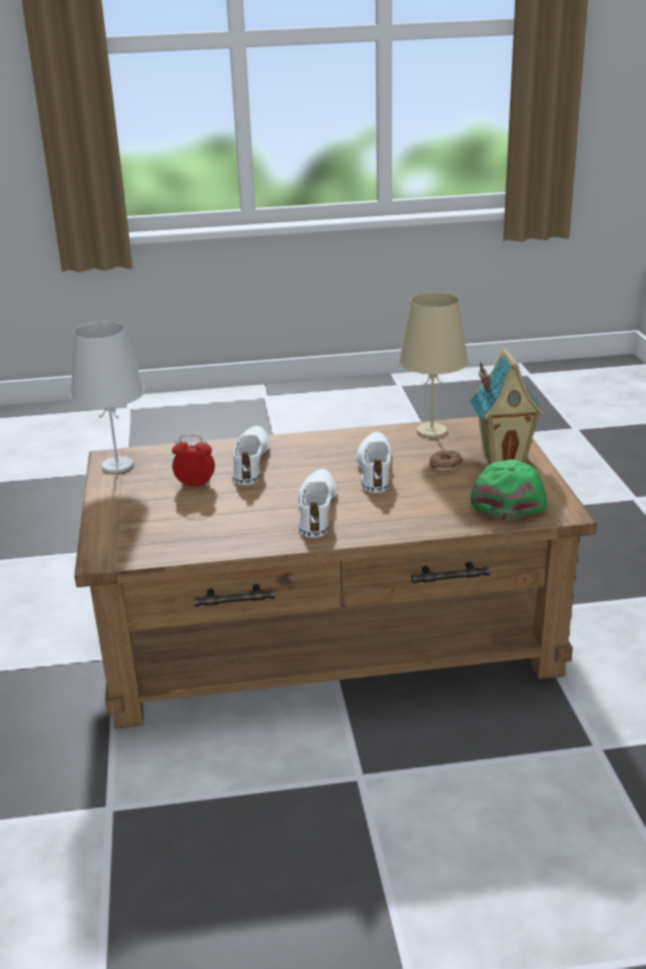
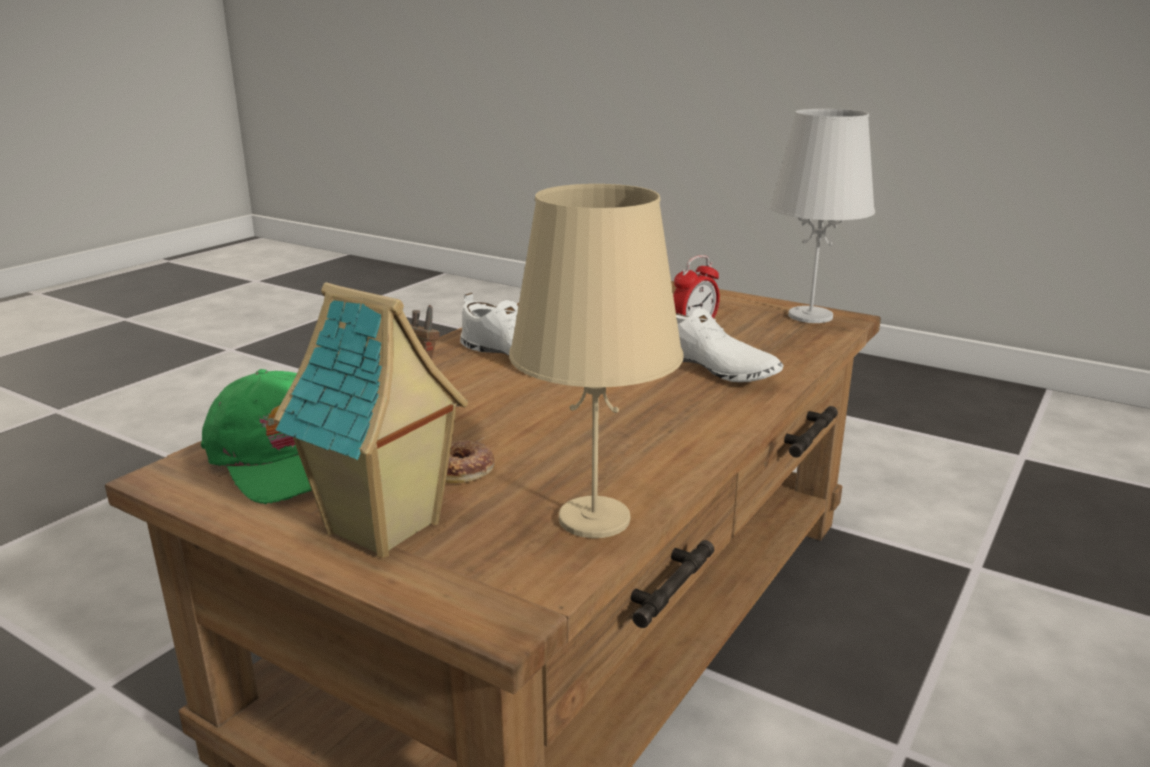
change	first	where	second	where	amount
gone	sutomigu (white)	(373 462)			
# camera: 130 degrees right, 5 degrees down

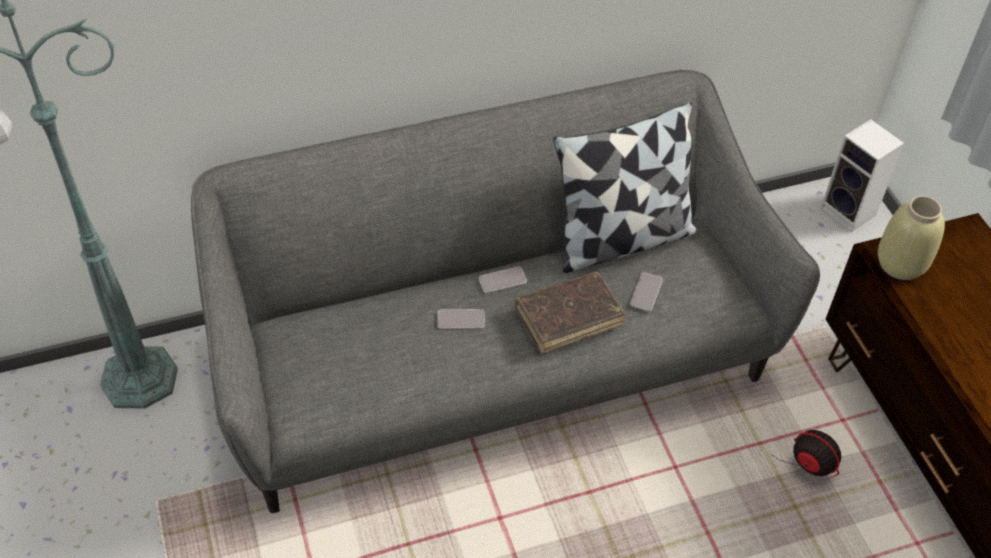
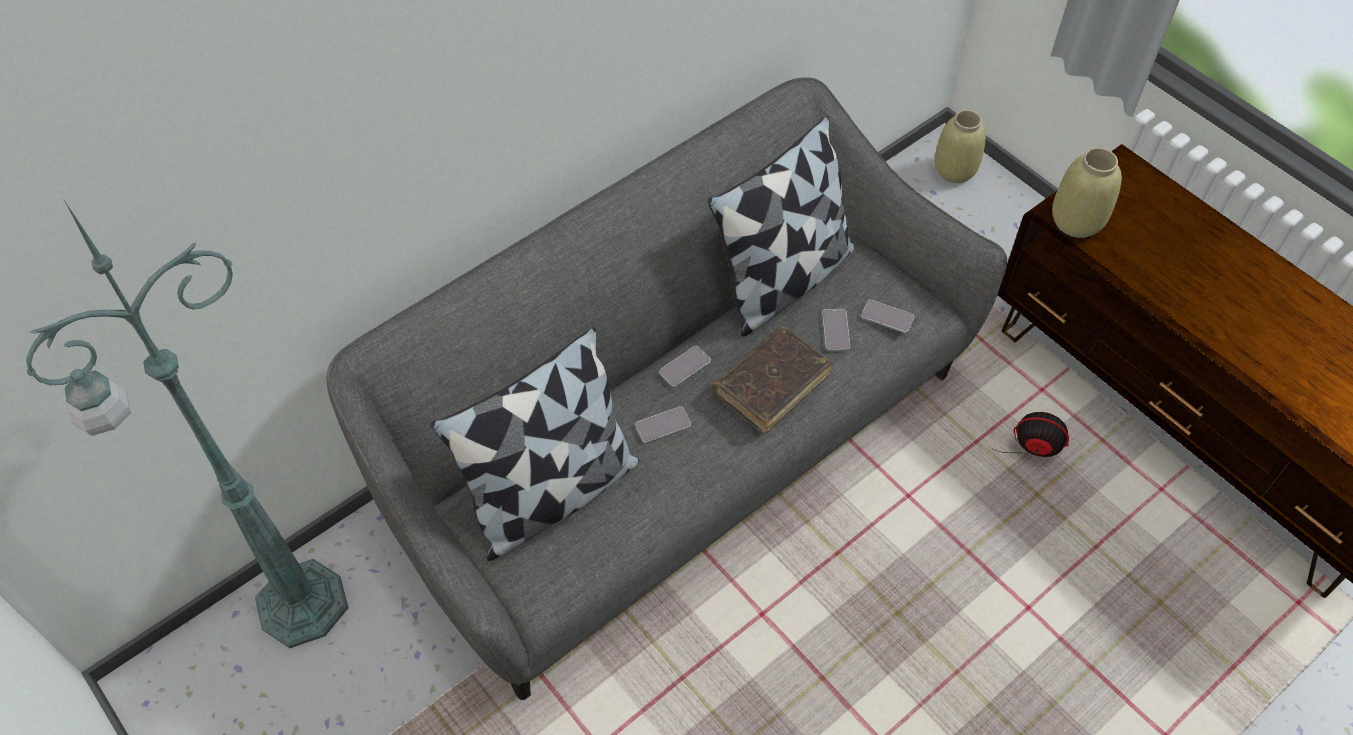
change	first	where	second	where	amount
swapped	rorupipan	(862 176)	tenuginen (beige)	(960 146)	
new			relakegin	(535 444)	
new			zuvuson	(887 316)	
# camera: 20 degrees left, 5 degrees up

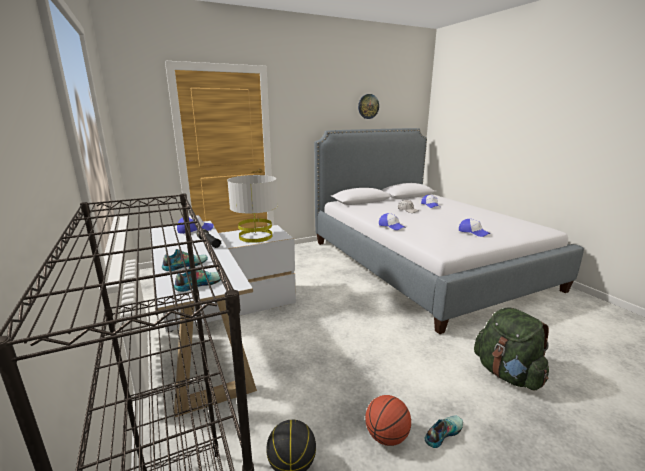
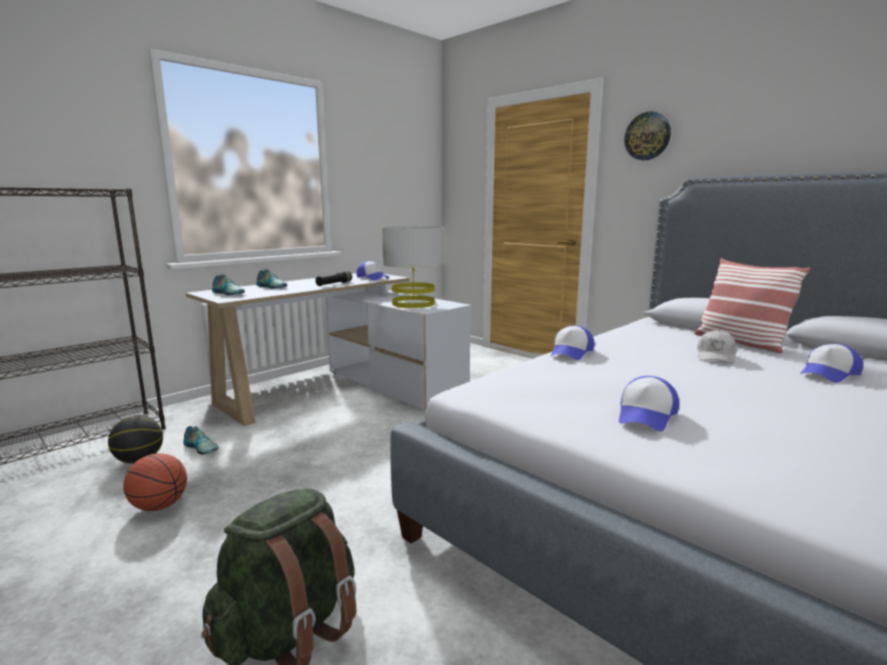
change	first	where	second	where	amount
shifted	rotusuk	(368 106)		(647 136)	
shifted	sutomigu	(443 432)		(201 440)	
new			relakegin	(752 305)	
# camera: 70 degrees right, 5 degrees down

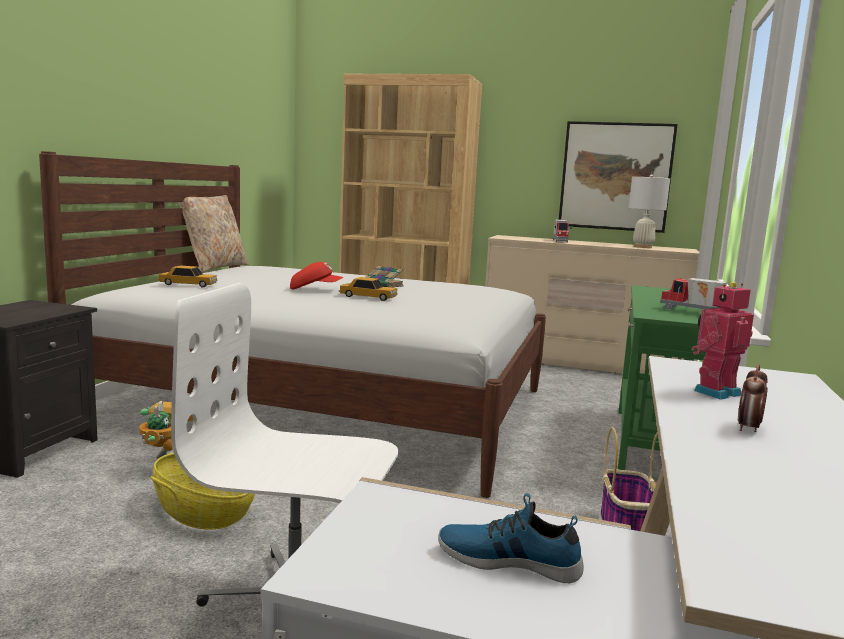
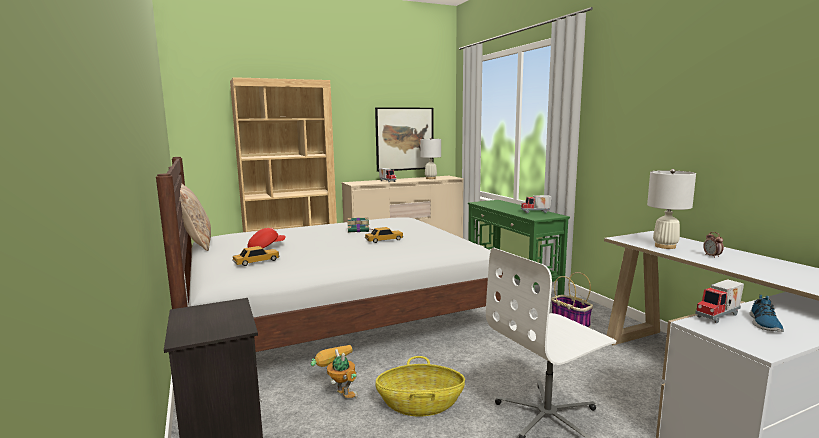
change	first	where	second	where	amount
shifted	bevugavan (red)	(316 275)		(266 237)	
rotated	sutomigu	(511 538)		(766 313)	45 degrees counterclockwise
swapped	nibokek	(723 341)	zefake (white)	(671 209)	
new			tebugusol	(719 301)	
# camera: 40 degrees left, 0 degrees up

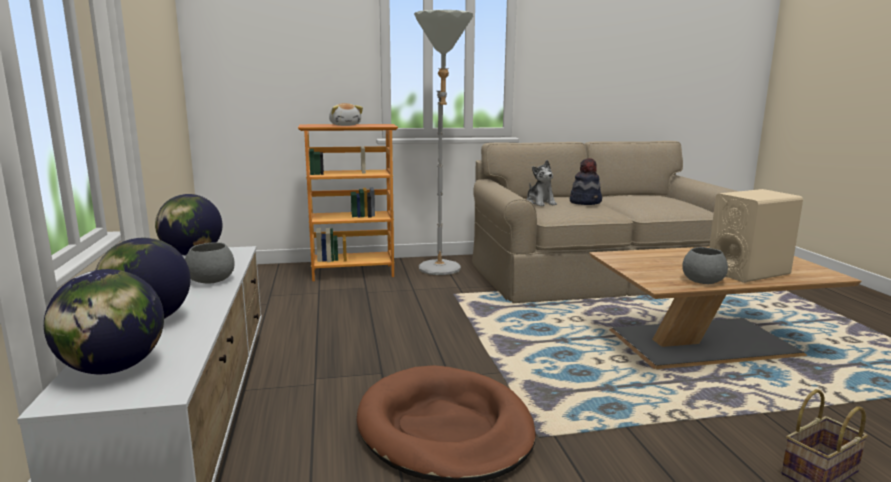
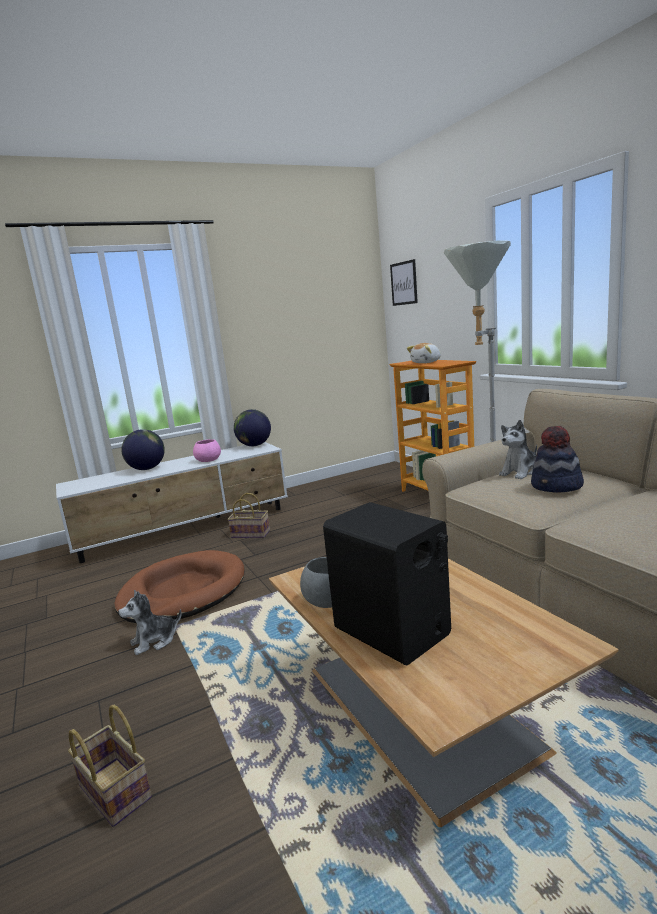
change	first	where	second	where	amount
gone	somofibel	(104 321)			
repainted	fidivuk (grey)	(210 263)	fidivuk (pink)	(207 450)	
repainted	rorupipan (beige)	(756 236)	rorupipan (black)	(387 583)	
new			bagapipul	(150 622)	
new			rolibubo	(249 515)	
new			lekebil	(404 282)	
# camera: 75 degrees right, 0 degrees up

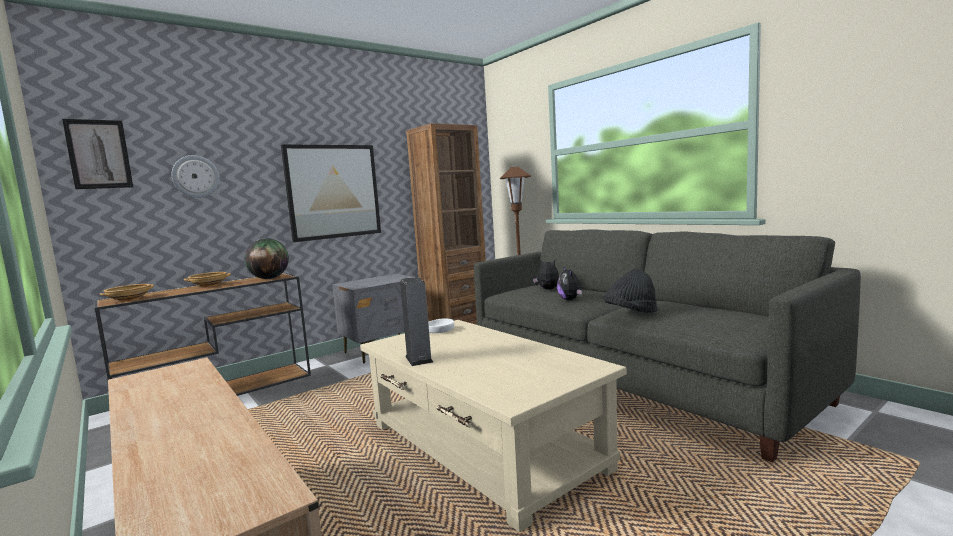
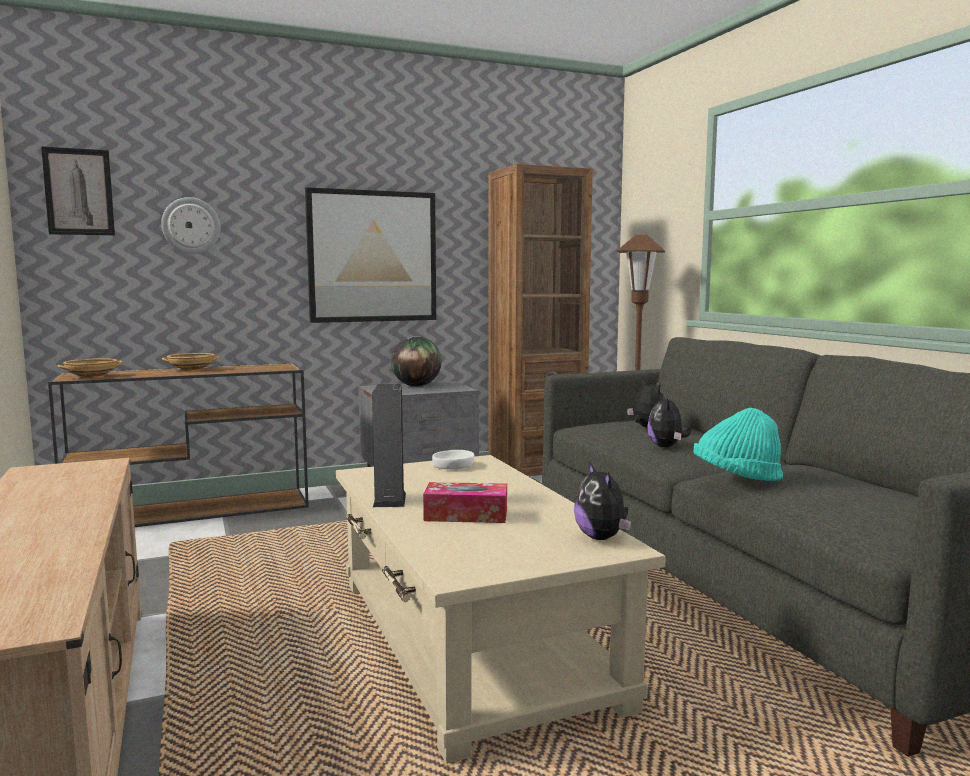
change	first	where	second	where	amount
shifted	somofibel	(266 258)		(416 361)	
repainted	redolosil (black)	(631 291)	redolosil (turquoise)	(738 444)	
new			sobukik	(465 502)	
new			bagapipul	(602 501)	
# camera: 15 degrees right, 0 degrees up

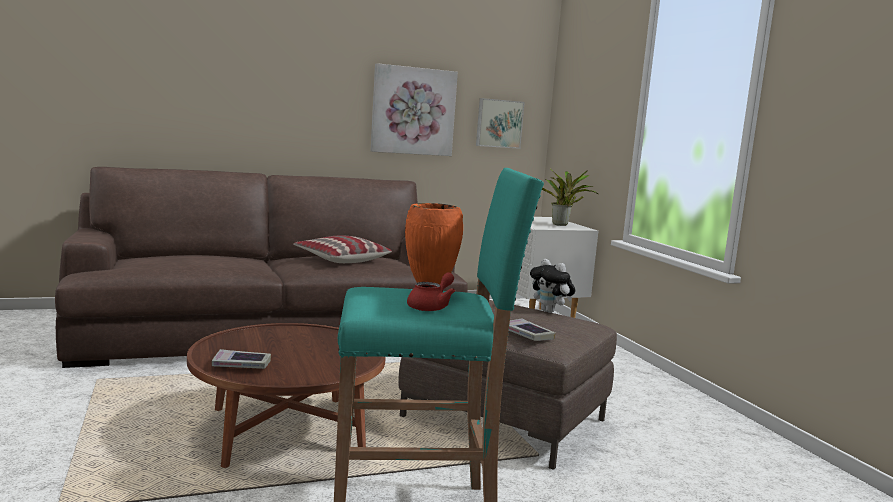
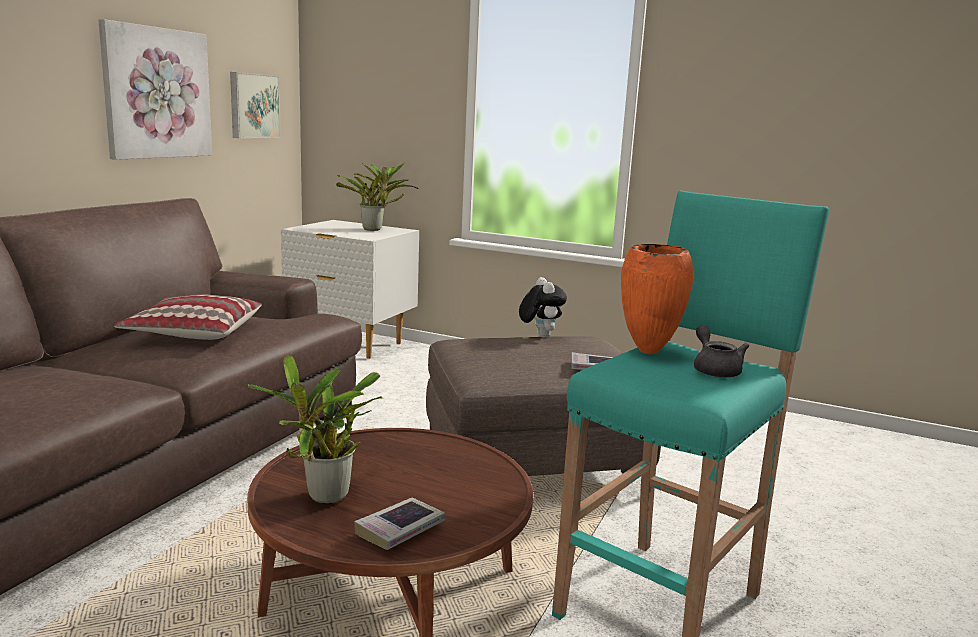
change	first	where	second	where	amount
repainted	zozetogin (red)	(431 291)	zozetogin (grey)	(721 351)	
rotated	bagapipul	(552 286)		(543 307)	105 degrees counterclockwise
new			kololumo	(316 429)	
# camera: 45 degrees left, 5 degrees up

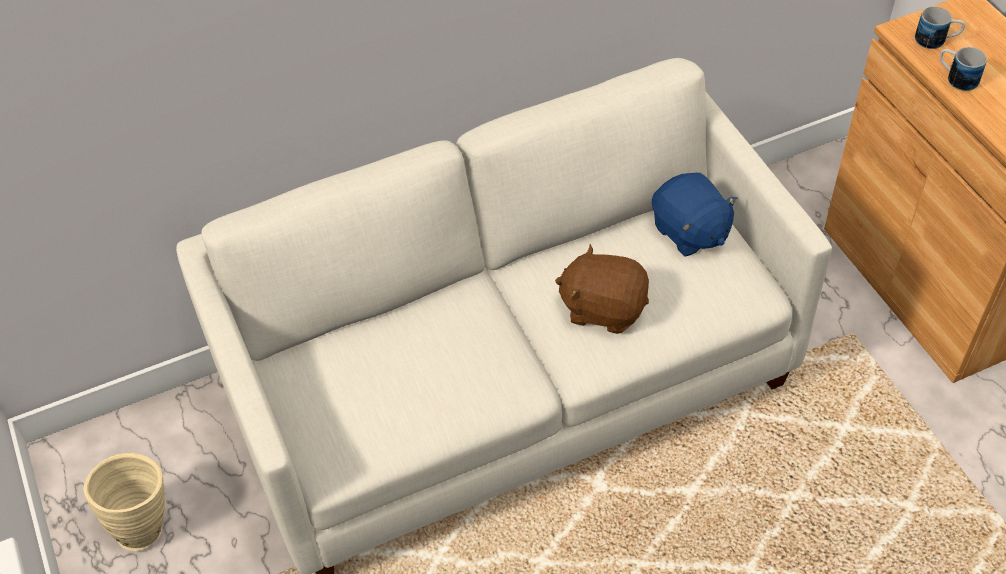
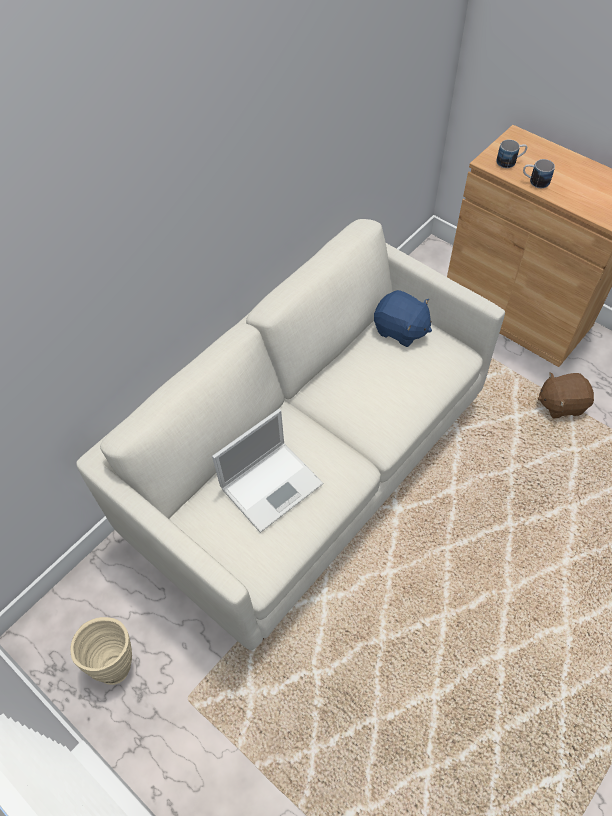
change	first	where	second	where	amount
shifted	bagapipul (brown)	(602 289)		(566 395)	
new			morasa	(267 471)	
# camera: 25 degrees left, 5 degrees up

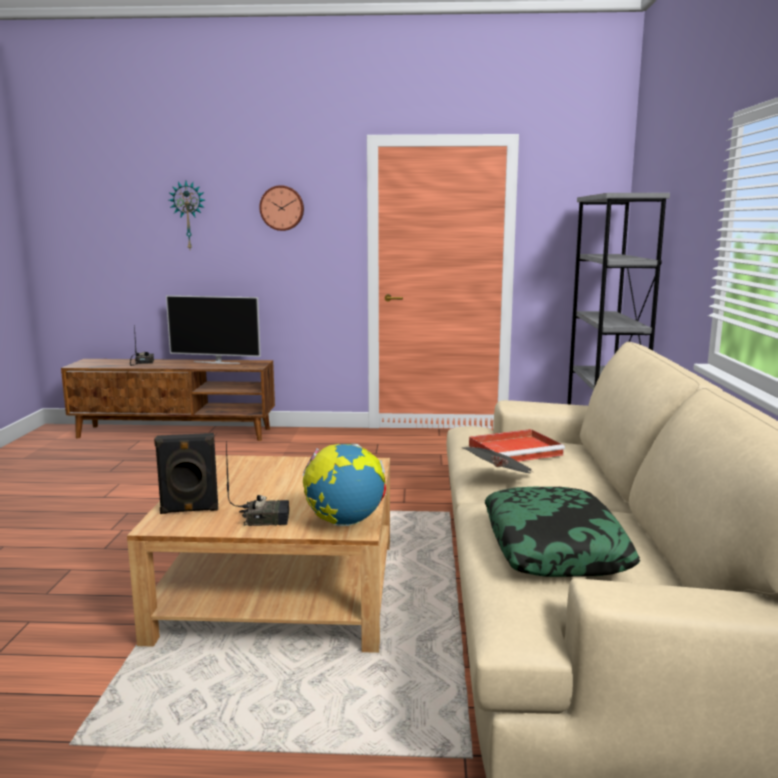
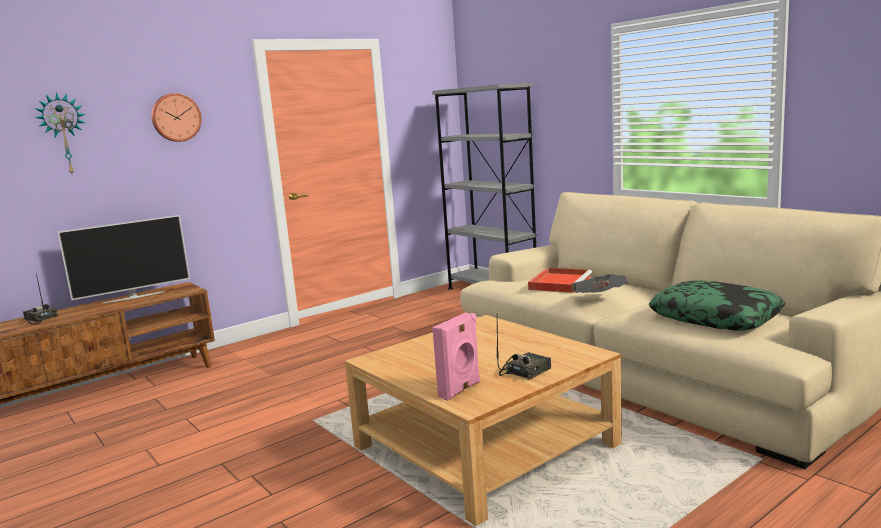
change	first	where	second	where	amount
repainted	rorupipan (black)	(186 473)	rorupipan (pink)	(456 357)	
gone	somofibel	(344 485)			
# camera: 40 degrees left, 0 degrees up

